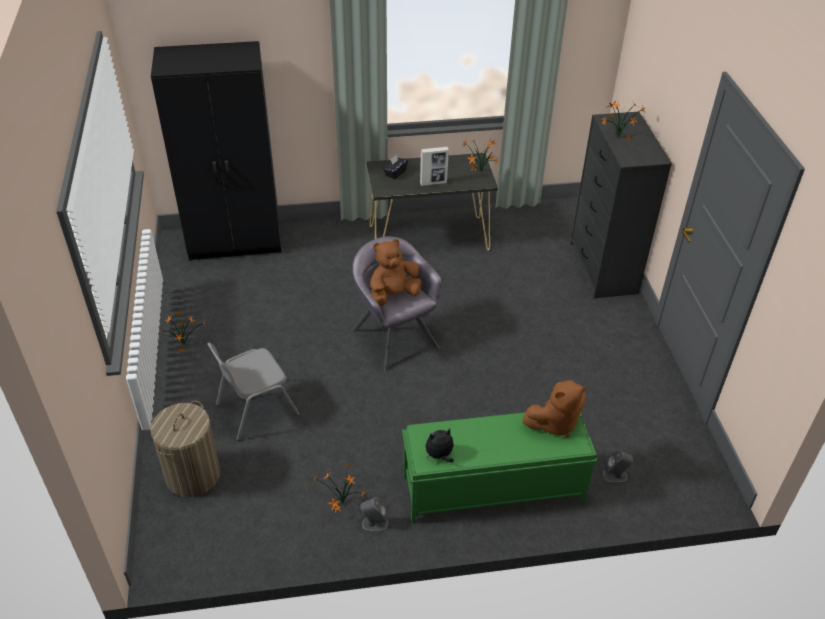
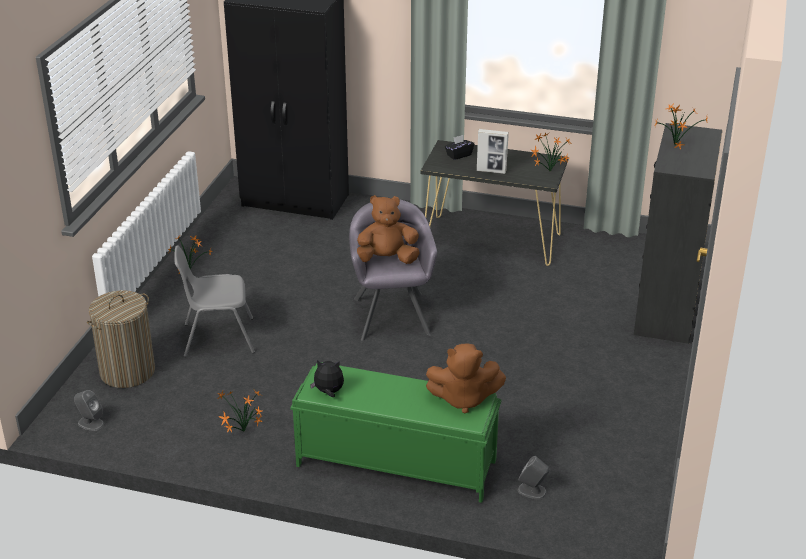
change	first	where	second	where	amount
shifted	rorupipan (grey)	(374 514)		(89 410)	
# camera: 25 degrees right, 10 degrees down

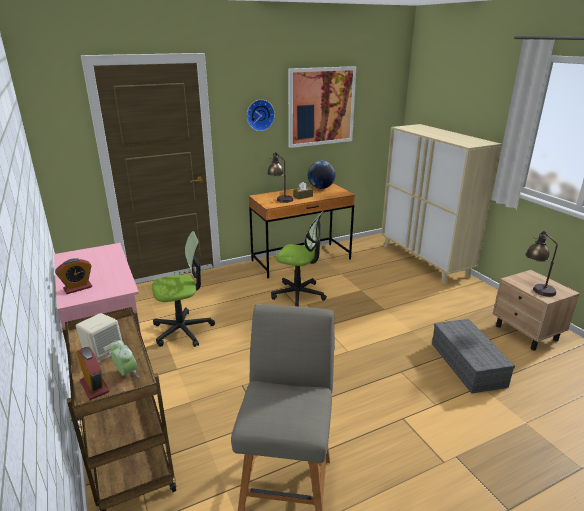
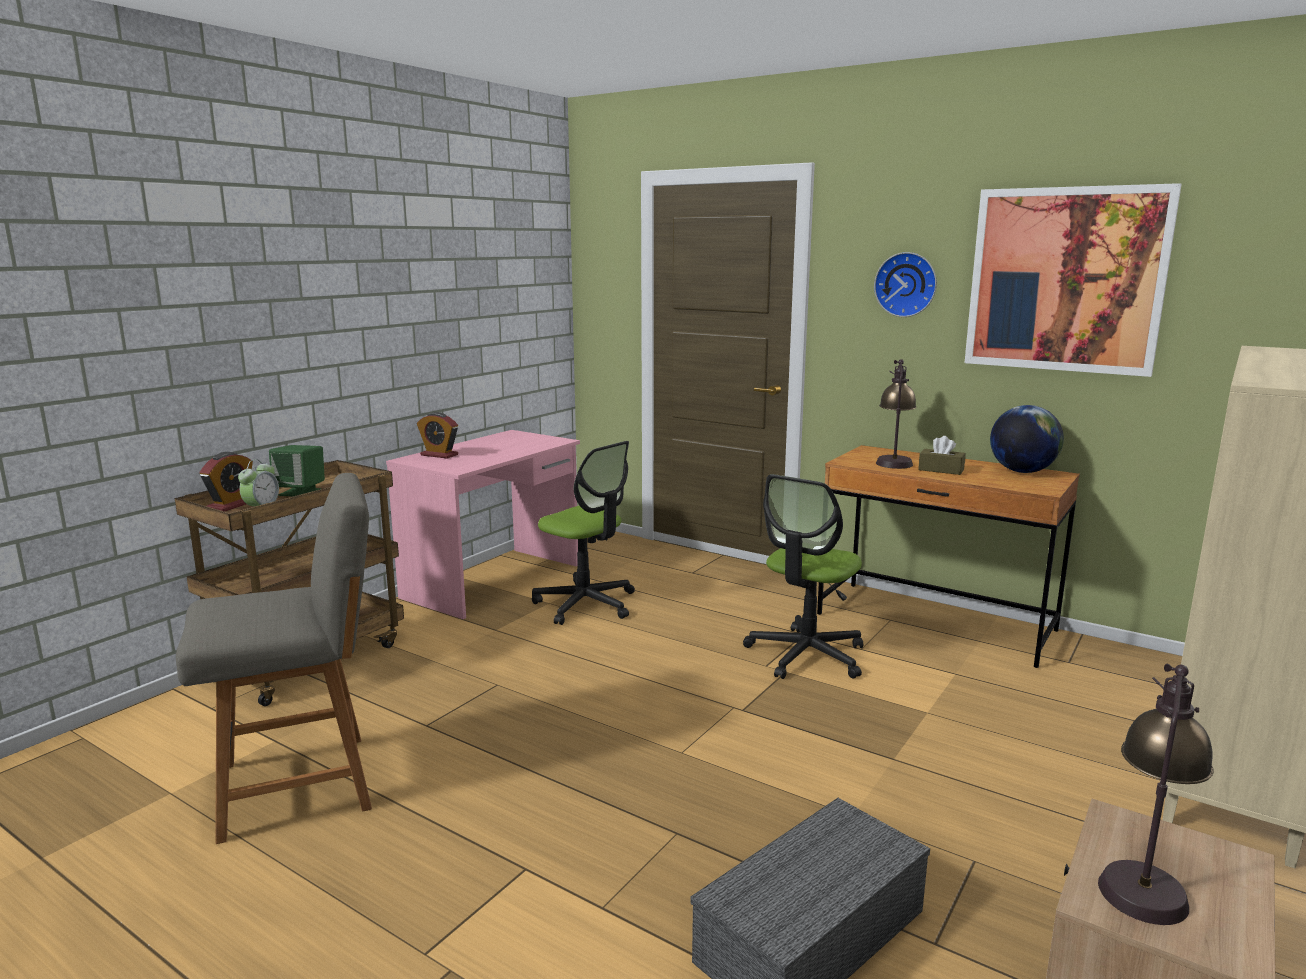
change	first	where	second	where	amount
repainted	rorupipan (beige)	(99 338)	rorupipan (green)	(297 470)	
rotated	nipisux	(299 259)		(803 576)	45 degrees clockwise
# camera: 60 degrees right, 10 degrees down

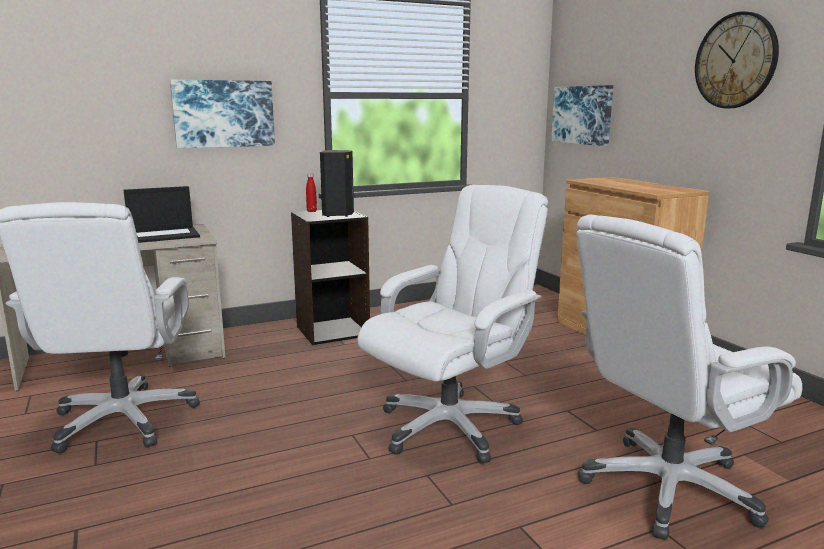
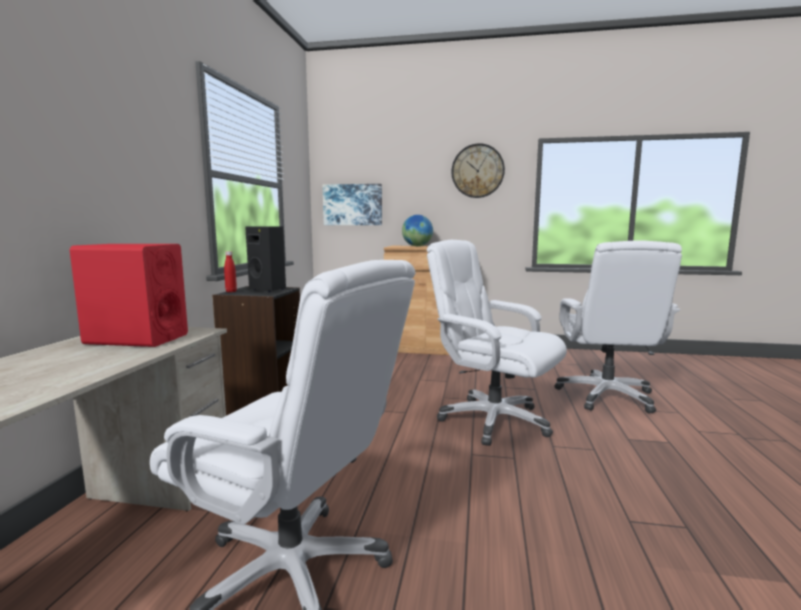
change	first	where	second	where	amount
swapped	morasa	(161 214)	rorupipan (red)	(129 295)	
gone	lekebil	(222 114)			
rotated	nipisux (white)	(452 324)		(497 343)	45 degrees counterclockwise
new			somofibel	(417 230)	
# camera: 55 degrees left, 5 degrees down

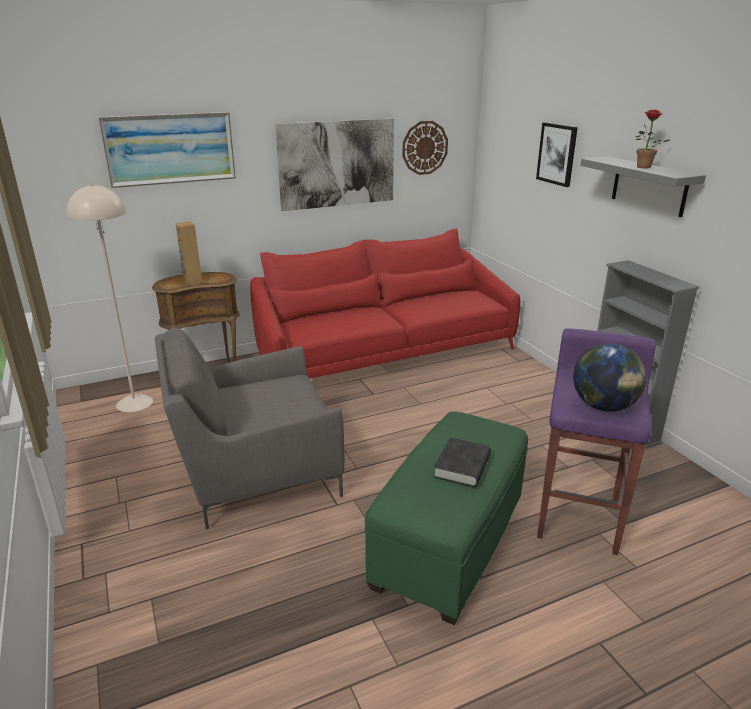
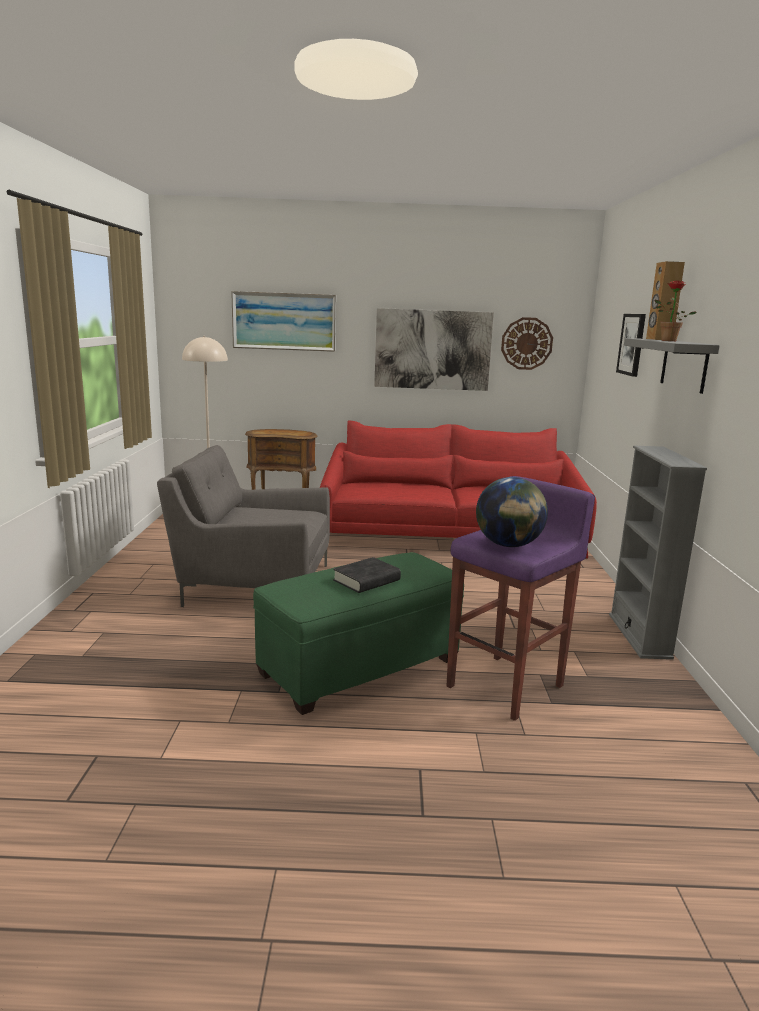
change	first	where	second	where	amount
shifted	rorupipan (brown)	(189 253)		(665 300)	
# camera: 25 degrees right, 10 degrees down

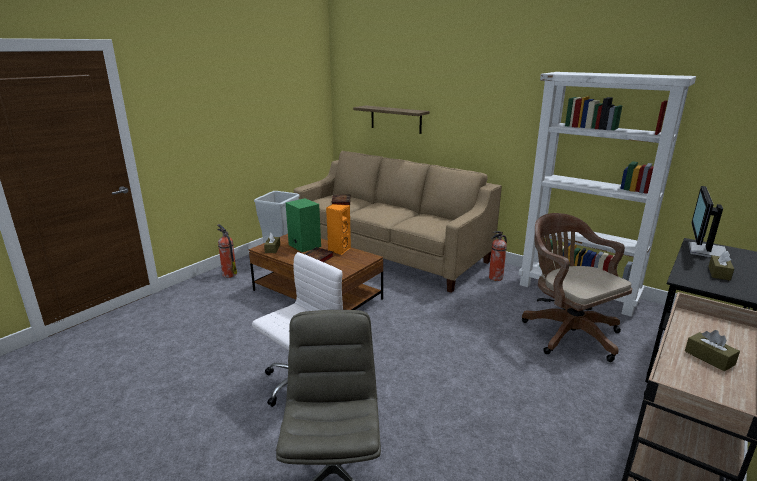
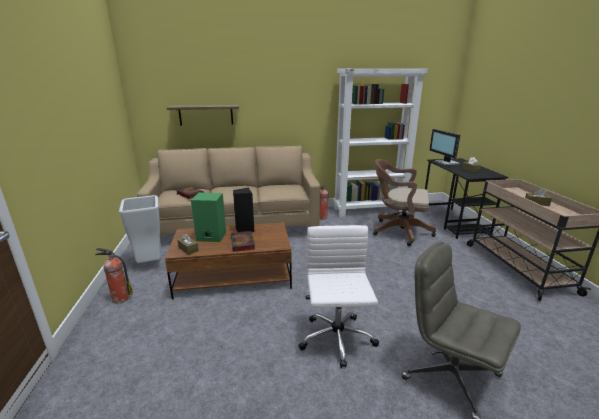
change	first	where	second	where	amount
repainted	rorupipan (orange)	(338 229)	rorupipan (black)	(243 209)	
# camera: 45 degrees left, 0 degrees up

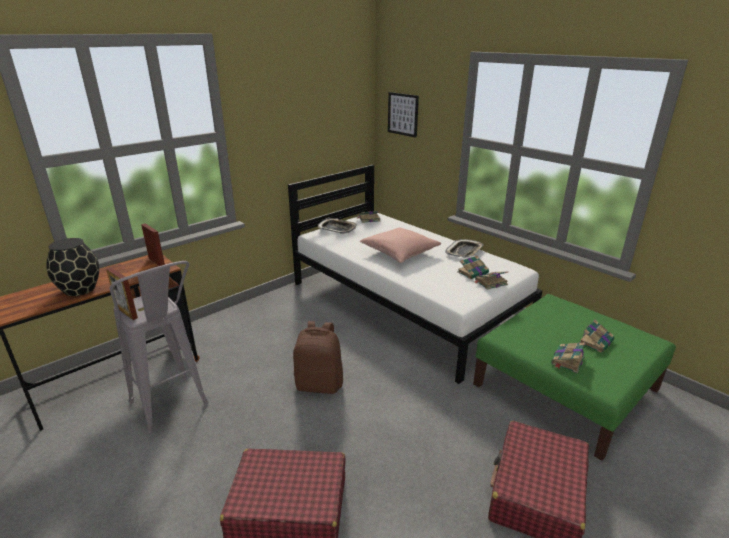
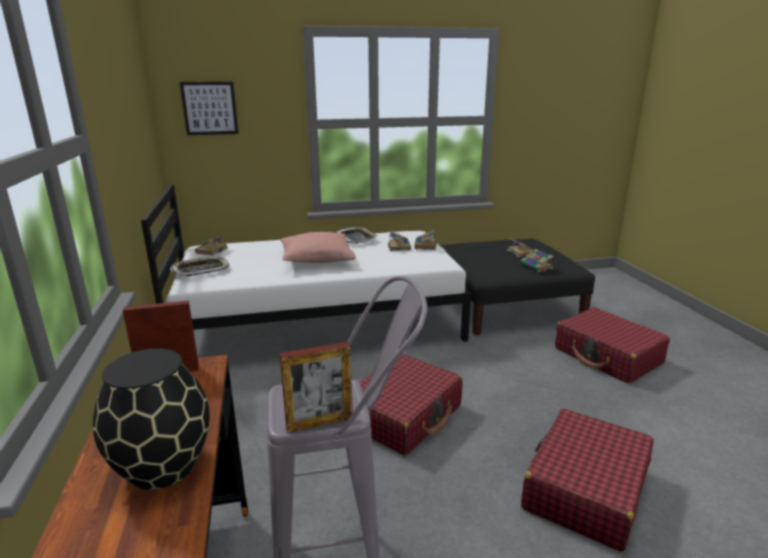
change	first	where	second	where	amount
swapped	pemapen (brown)	(318 357)	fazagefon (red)	(411 404)	
repainted	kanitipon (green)	(574 377)	kanitipon (black)	(517 287)	
# camera: 60 degrees left, 5 degrees down

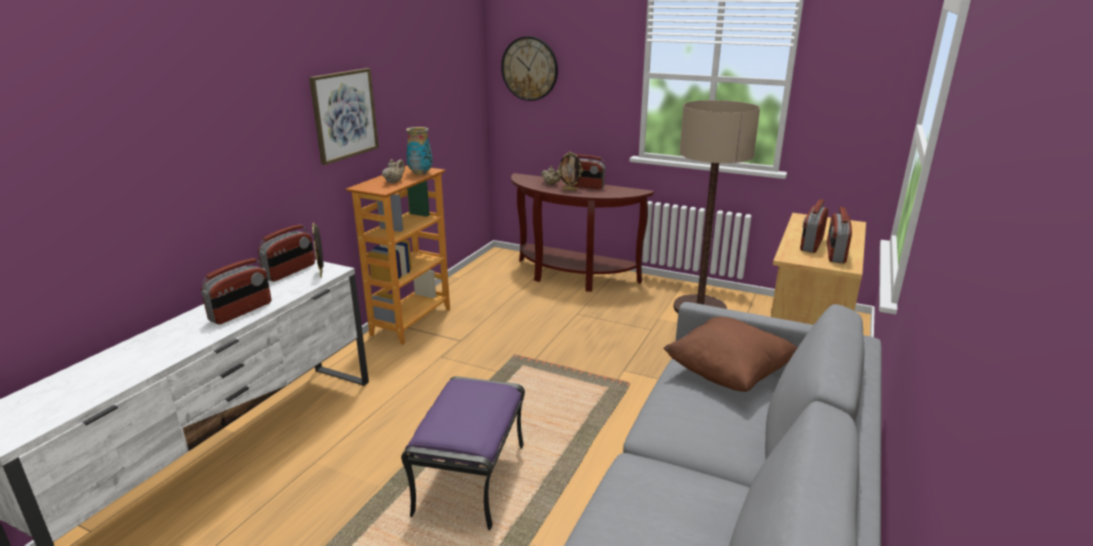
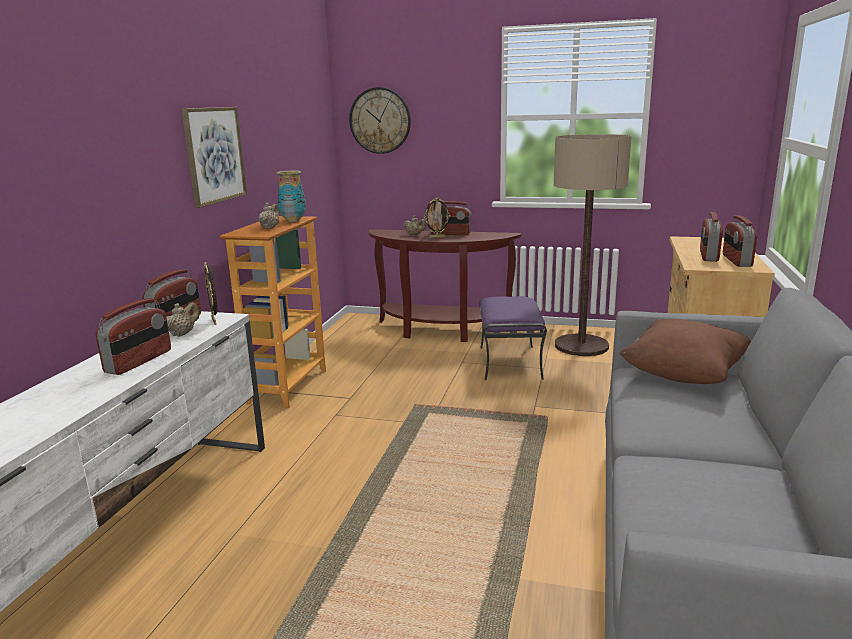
change	first	where	second	where	amount
shifted	kanitipon (purple)	(463 453)		(513 338)	
new			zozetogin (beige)	(183 319)	
# camera: 10 degrees left, 5 degrees down

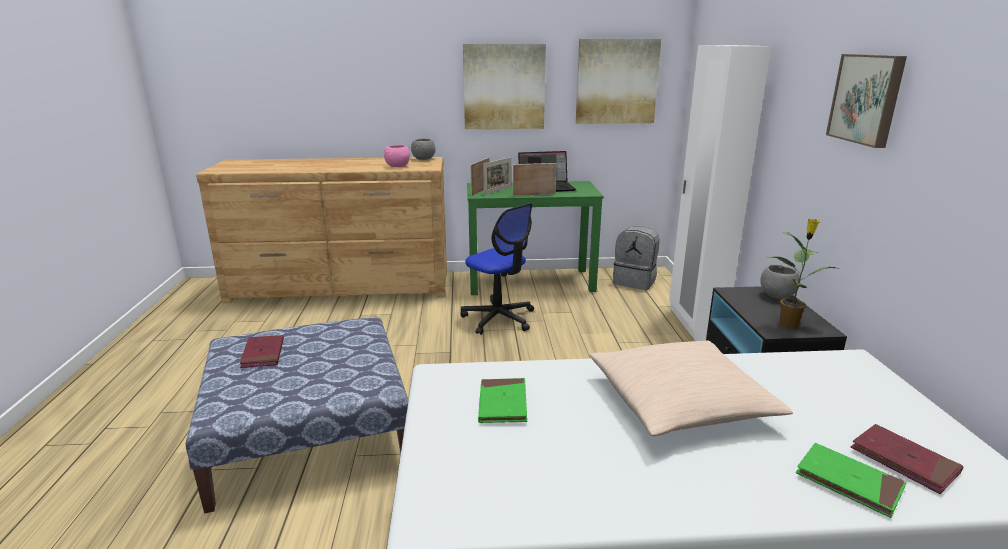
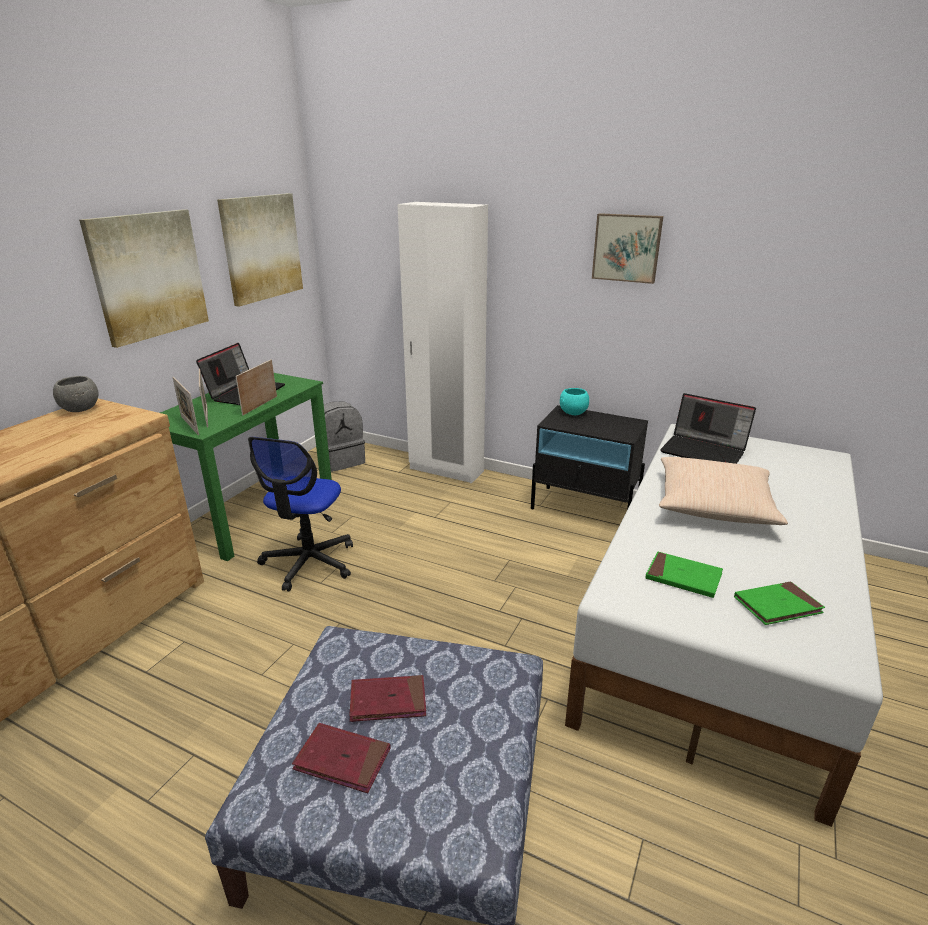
change	first	where	second	where	amount
gone	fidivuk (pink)	(397 156)			
rotated	nipisux	(497 269)		(300 514)	120 degrees clockwise
repainted	fidivuk (grey)	(780 282)	fidivuk (turquoise)	(574 401)	
gone	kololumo	(800 273)			
shifted	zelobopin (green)	(851 480)		(779 603)	
shifted	zelobopin (red)	(907 459)		(387 698)	
new			morasa	(708 428)	
# camera: 60 degrees left, 5 degrees up

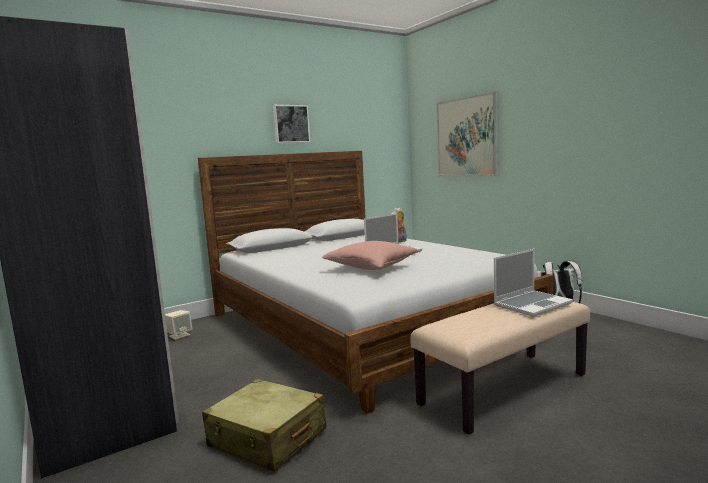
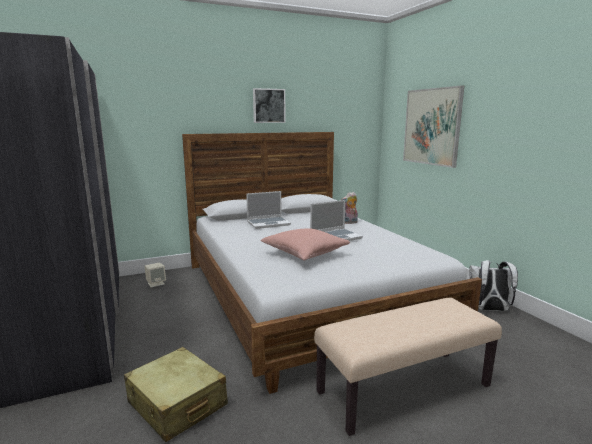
change	first	where	second	where	amount
shifted	morasa	(533 283)		(268 210)	
# camera: 10 degrees right, 5 degrees up

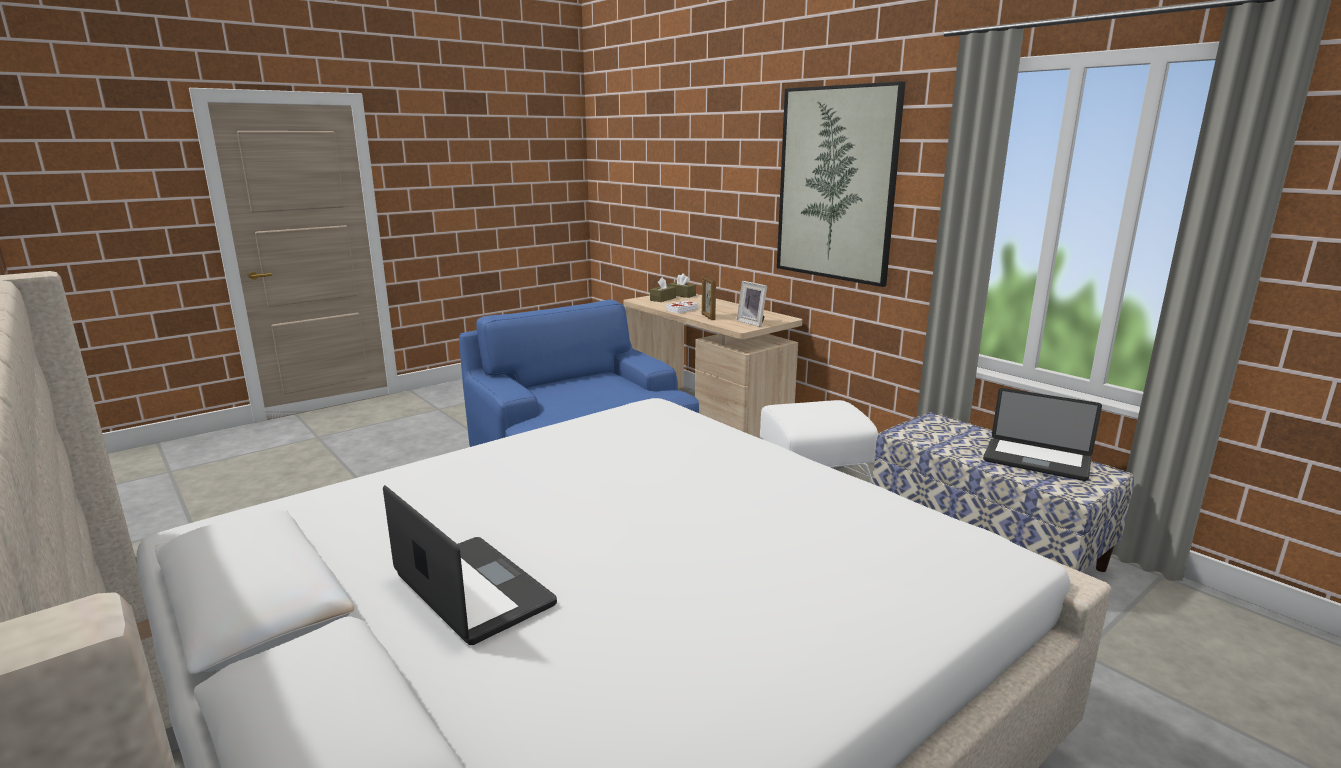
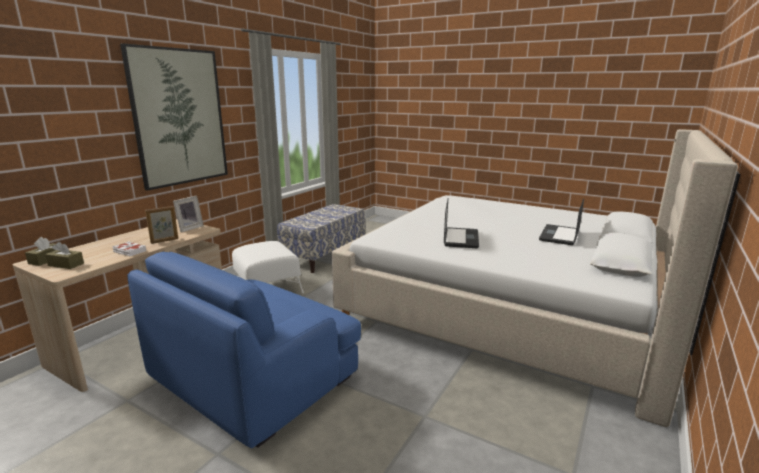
change	first	where	second	where	amount
shifted	morasa	(1042 434)		(461 223)	
# camera: 110 degrees left, 0 degrees up

